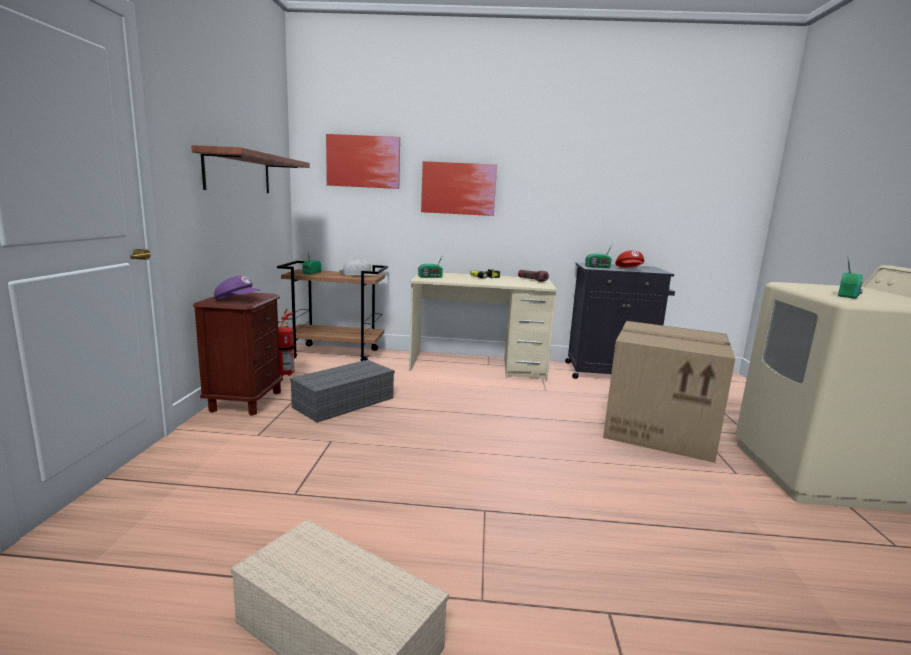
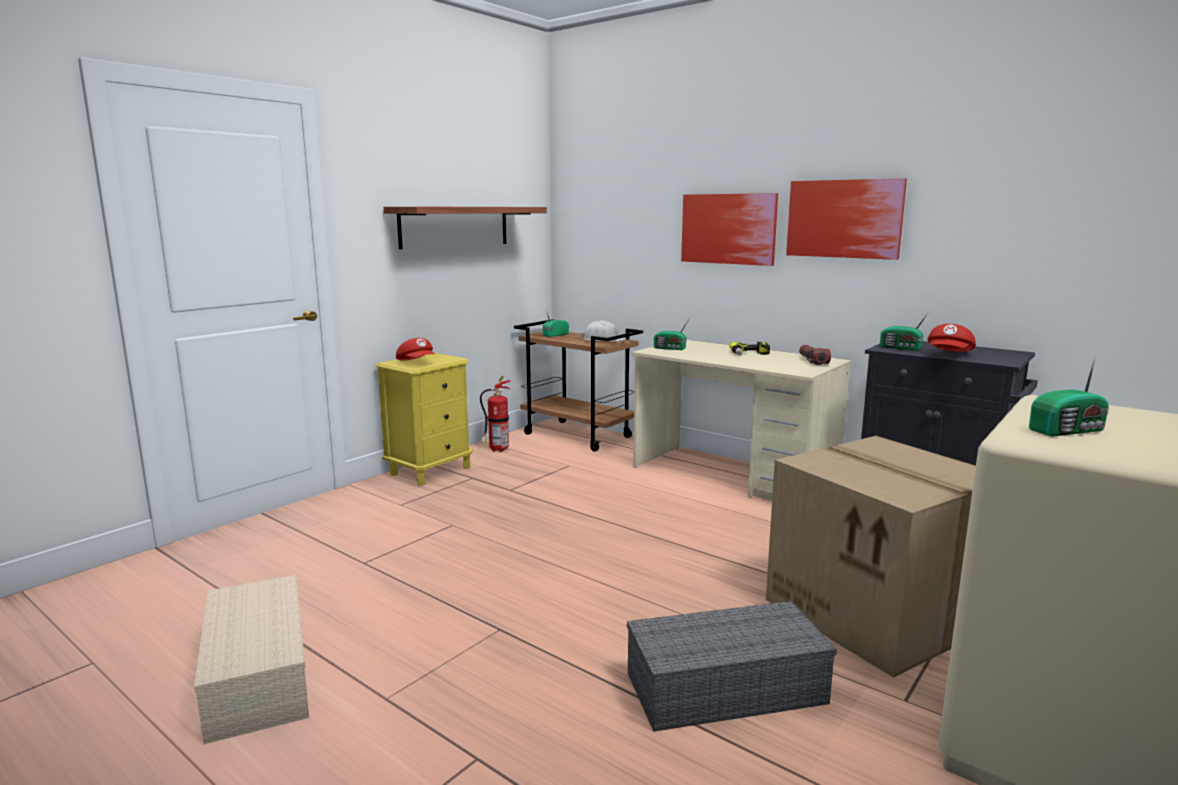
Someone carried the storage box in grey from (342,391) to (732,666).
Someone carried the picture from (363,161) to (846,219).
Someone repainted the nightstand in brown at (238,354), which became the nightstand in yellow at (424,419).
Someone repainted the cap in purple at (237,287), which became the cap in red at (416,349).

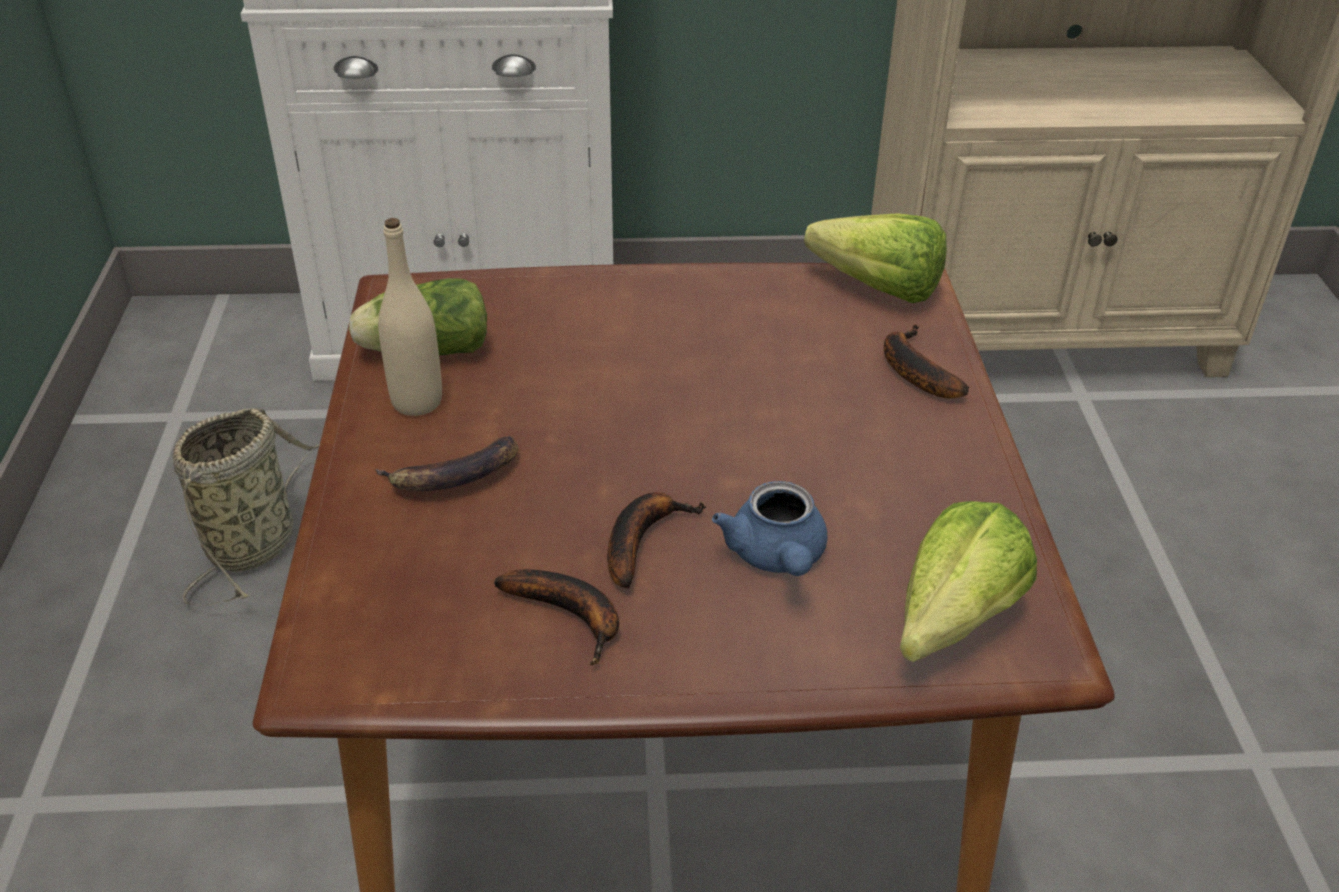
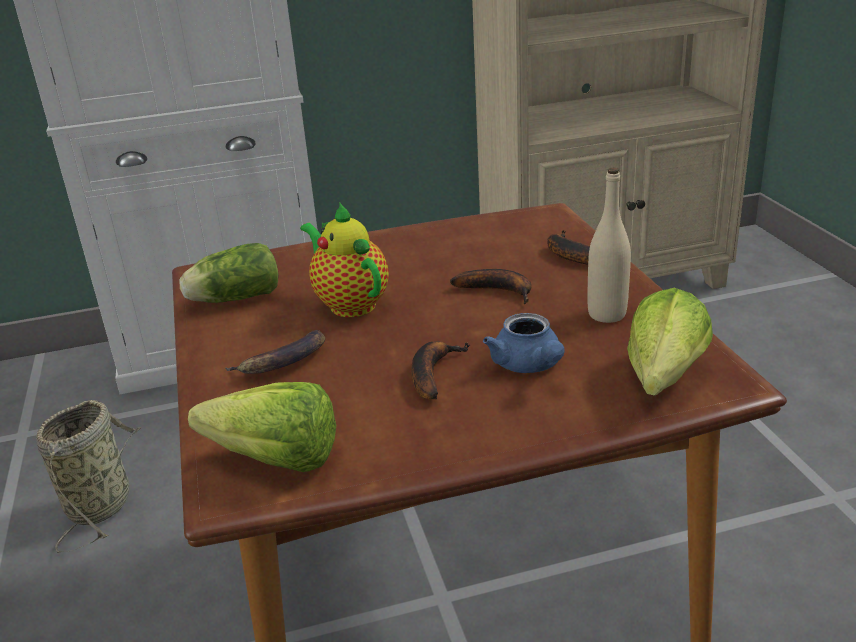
Someone put down the teapot at (344,259).
Someone carried the bottle in beige from (410,317) to (609,245).
Someone carried the banana from (556,617) to (490,286).
Someone carried the lettuce from (875,258) to (262,427).

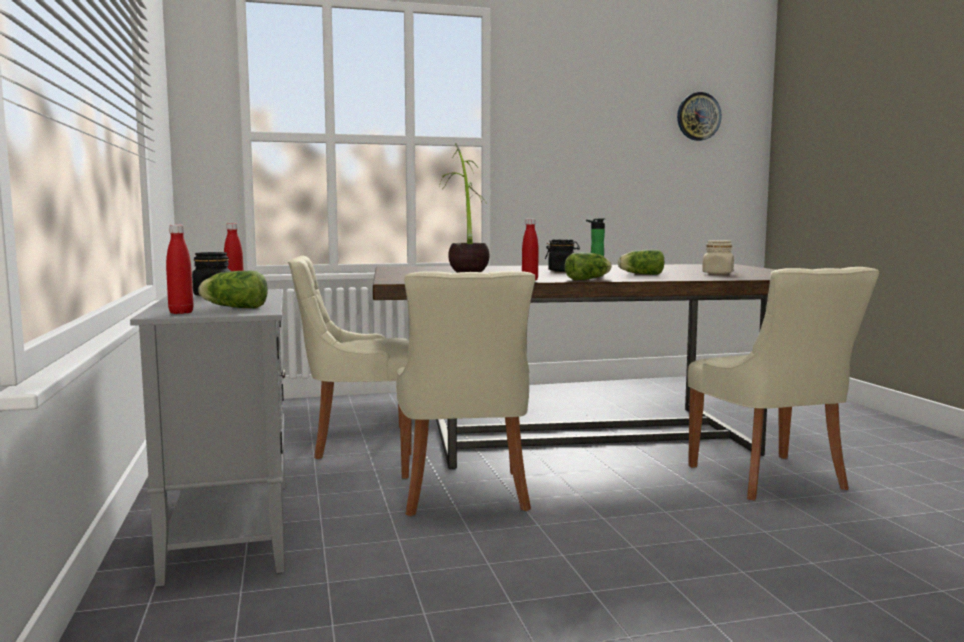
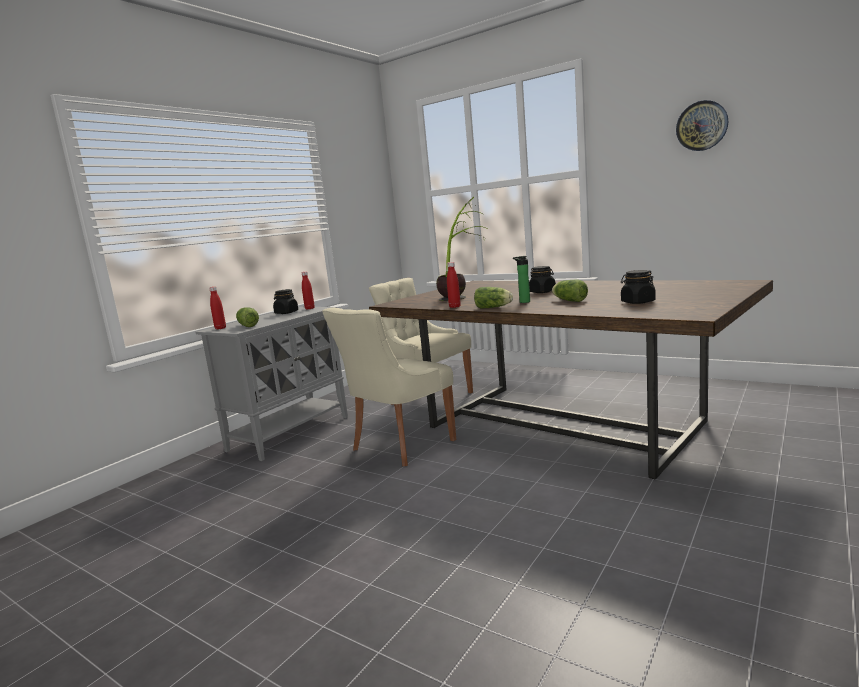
Someone took away the chair in beige at (783,384).
Someone carried the wall clock from (699,116) to (702,125).
Someone repainted the jar in beige at (718,257), which became the jar in black at (638,287).

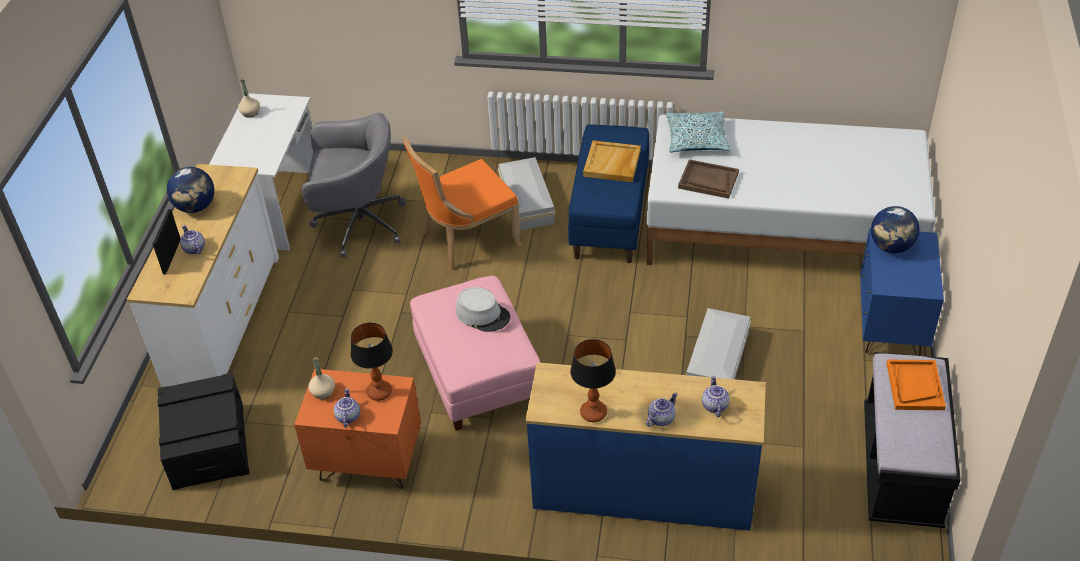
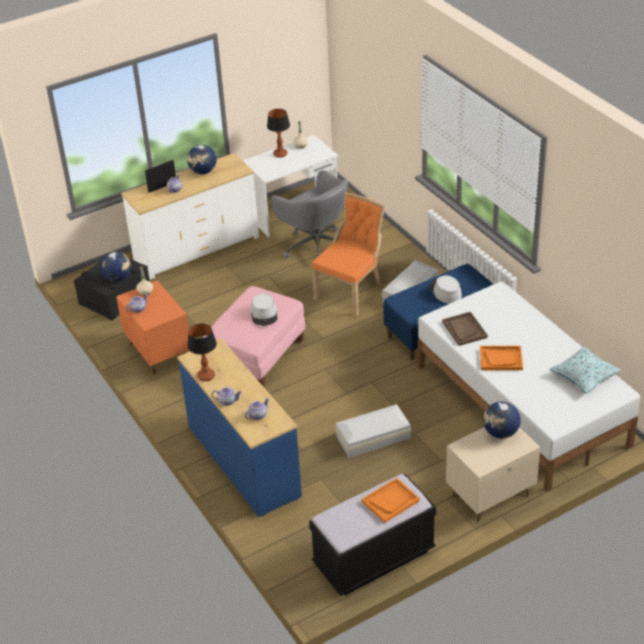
Someone put down the globe at (115,266).
Someone put down the tray in orange at (501,358).
Someone carried the table lamp from (371,361) to (278,133).
Someone carried the pillow from (698,132) to (585,370).
Someone swapped the tray in beige at (612,161) for the hat in grey at (445,289).
Someone repainted the nightstand in blue at (902,292), which became the nightstand in beige at (493,474).
Someone rotated the chair in orange at (462,203) by 105 degrees clockwise.

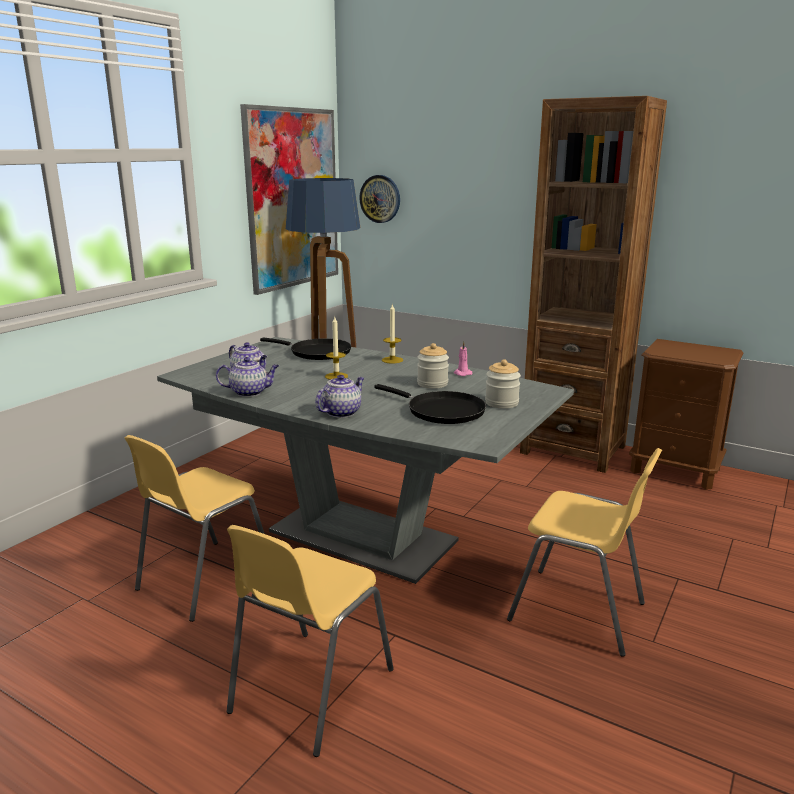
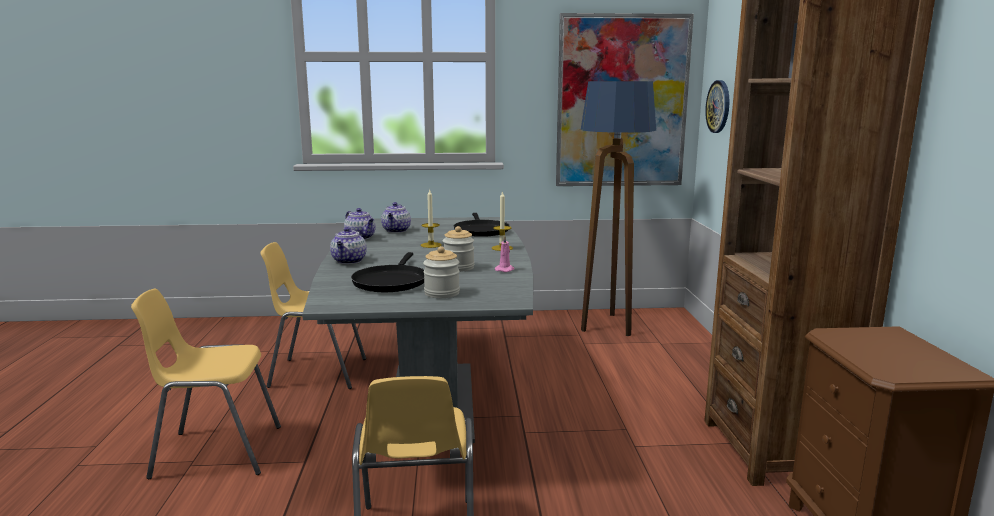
Someone rotated the teapot at (339,396) by 90 degrees clockwise.

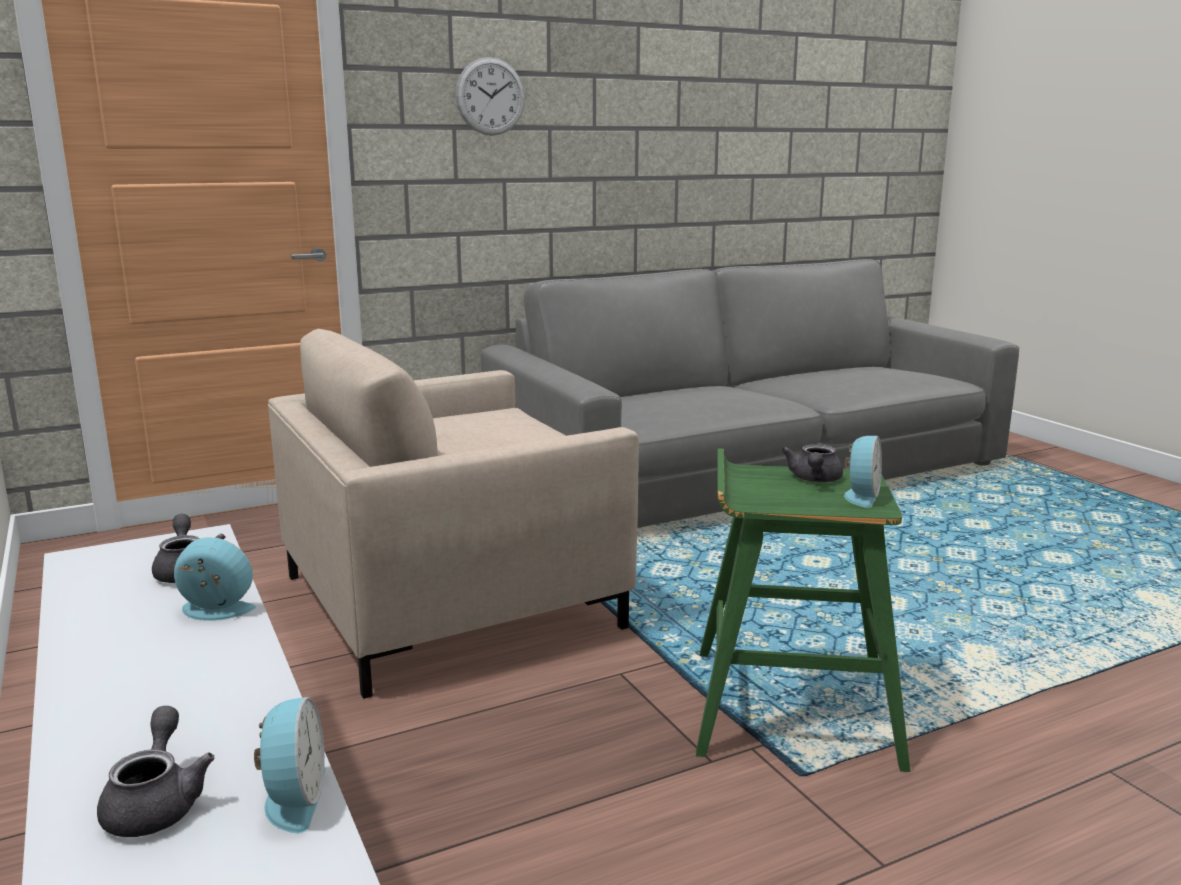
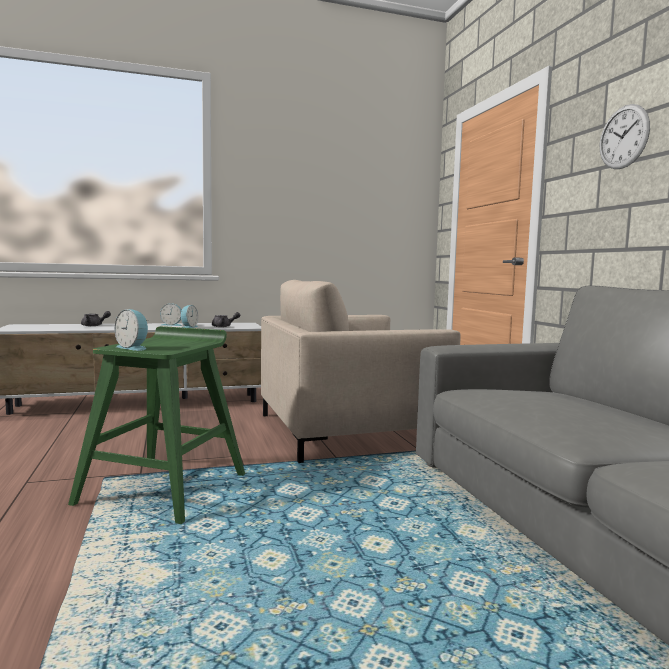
Someone took away the teapot in grey at (812,463).
Someone carried the alarm clock from (290,765) to (171,314).
Someone rotated the armchair in beige at (453,514) by 90 degrees counterclockwise.

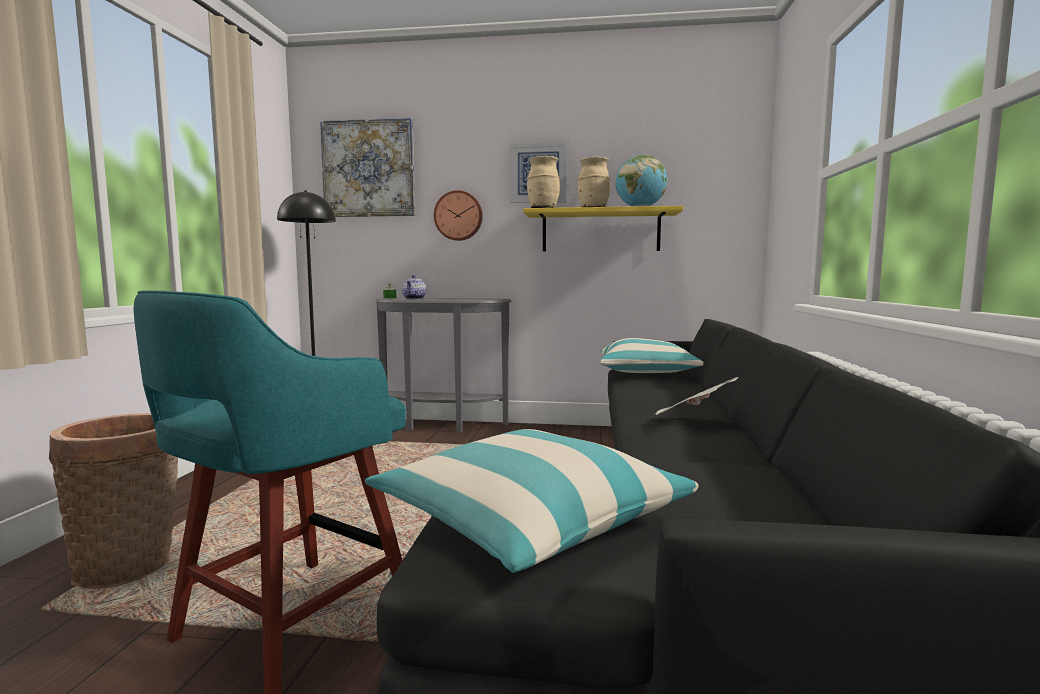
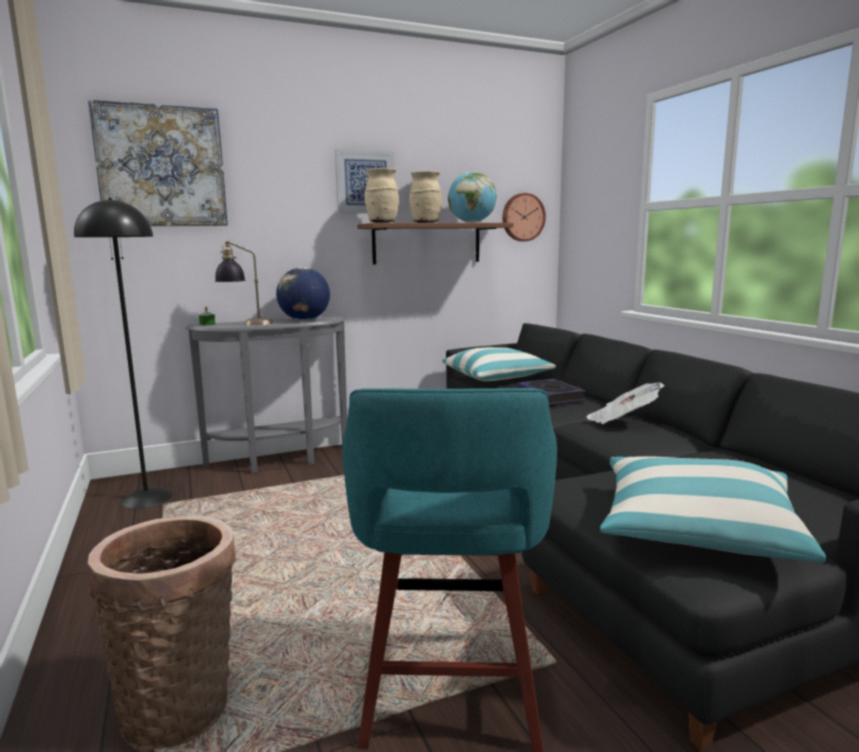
Someone put down the globe at (303,294).
Someone put down the book at (551,392).
Someone carried the wall clock from (458,215) to (524,217).
Someone swapped the teapot at (414,287) for the table lamp at (244,283).
Someone repainted the shelf in yellow at (603,228), which became the shelf in brown at (435,244).

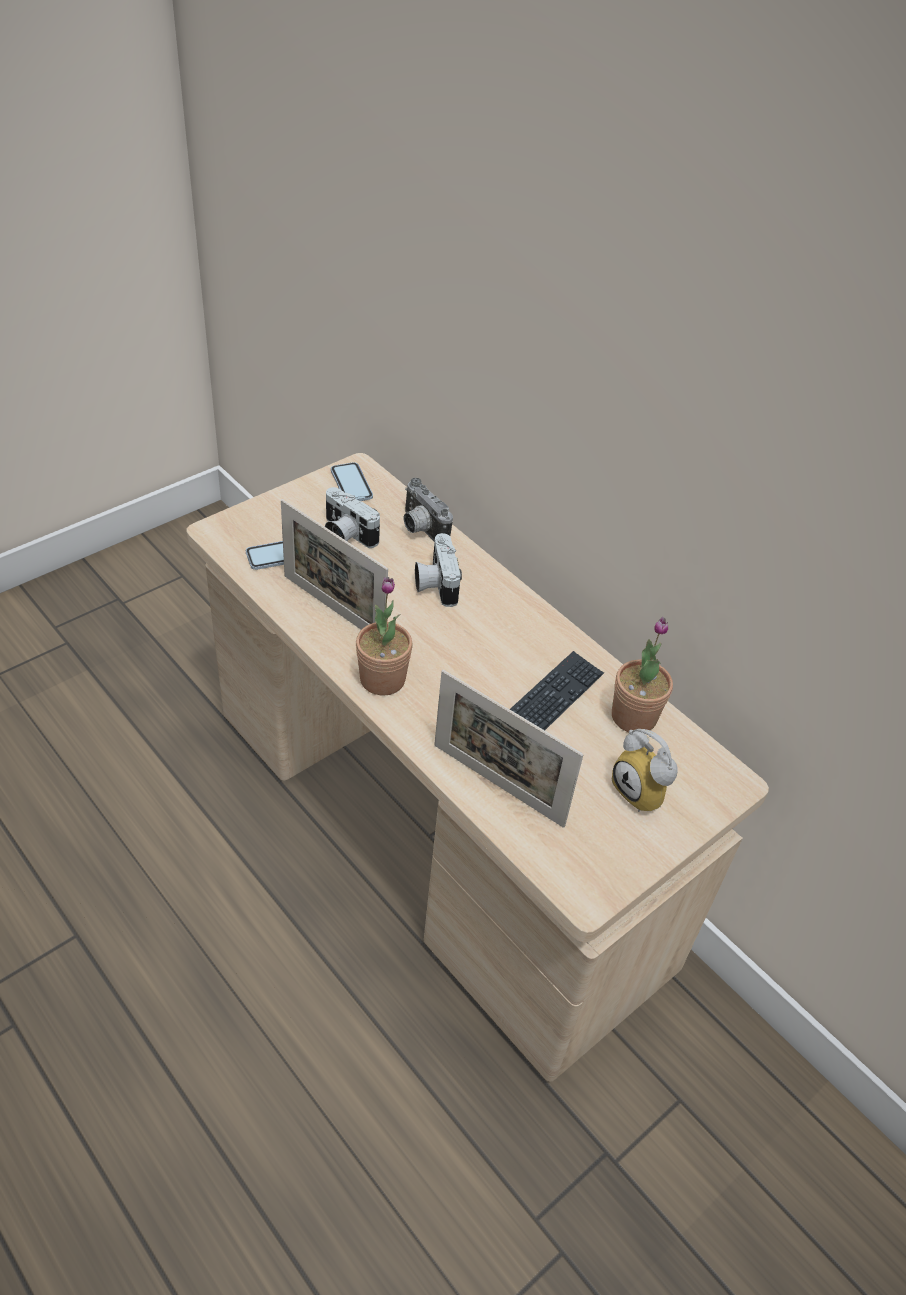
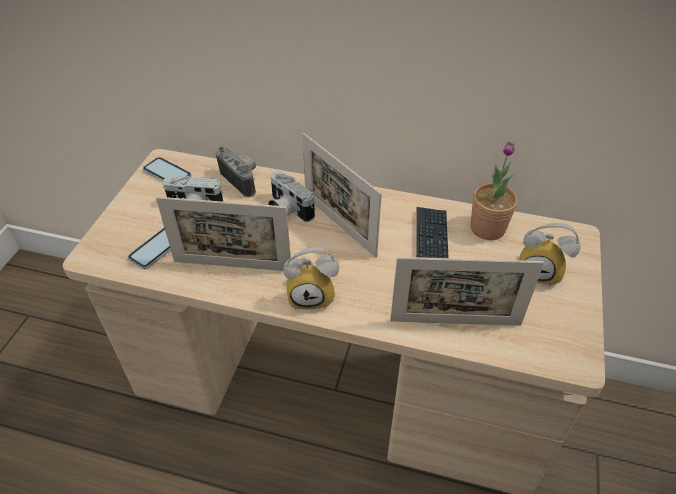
Someone put down the picture frame at (342,195).
Someone swapped the potted plant at (384,636) for the alarm clock at (311,278).
Someone rotated the photo camera at (428,509) by 150 degrees counterclockwise.

